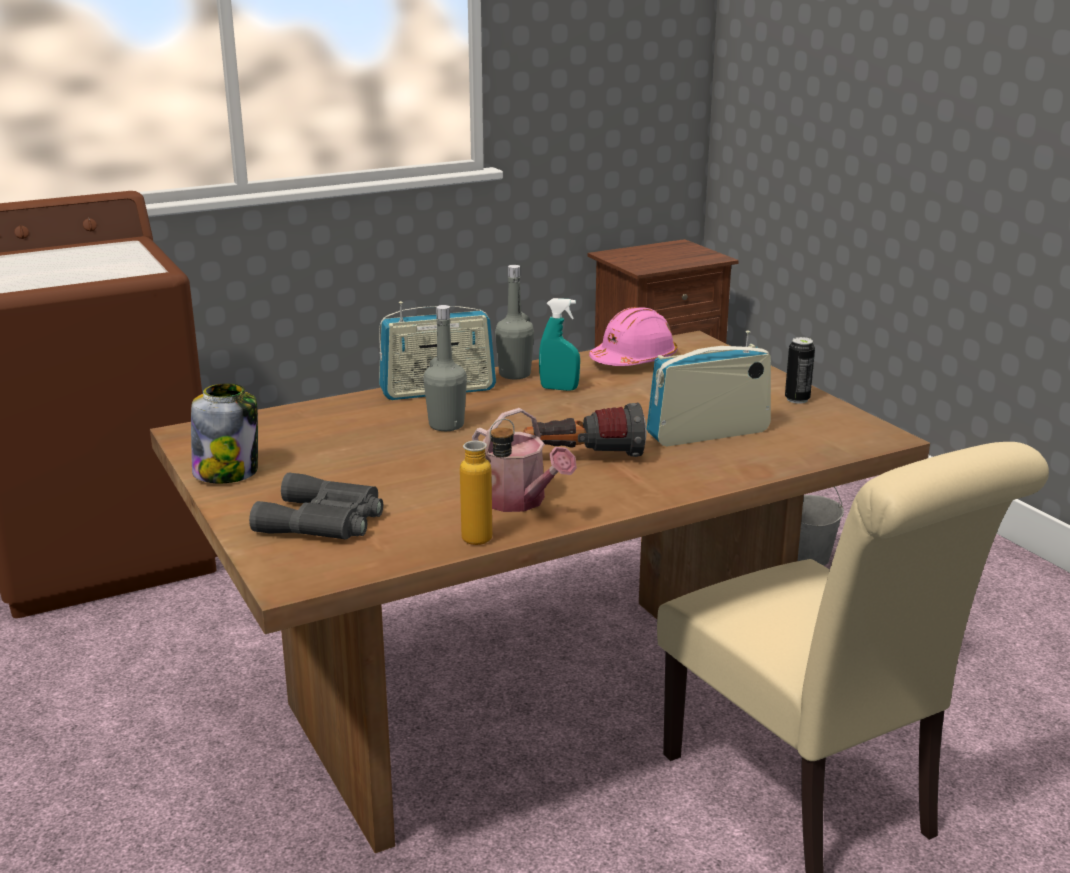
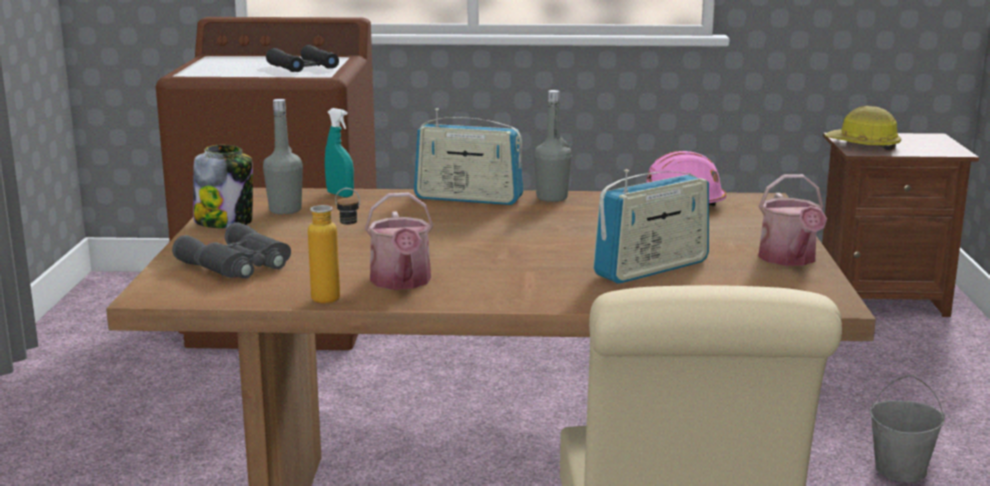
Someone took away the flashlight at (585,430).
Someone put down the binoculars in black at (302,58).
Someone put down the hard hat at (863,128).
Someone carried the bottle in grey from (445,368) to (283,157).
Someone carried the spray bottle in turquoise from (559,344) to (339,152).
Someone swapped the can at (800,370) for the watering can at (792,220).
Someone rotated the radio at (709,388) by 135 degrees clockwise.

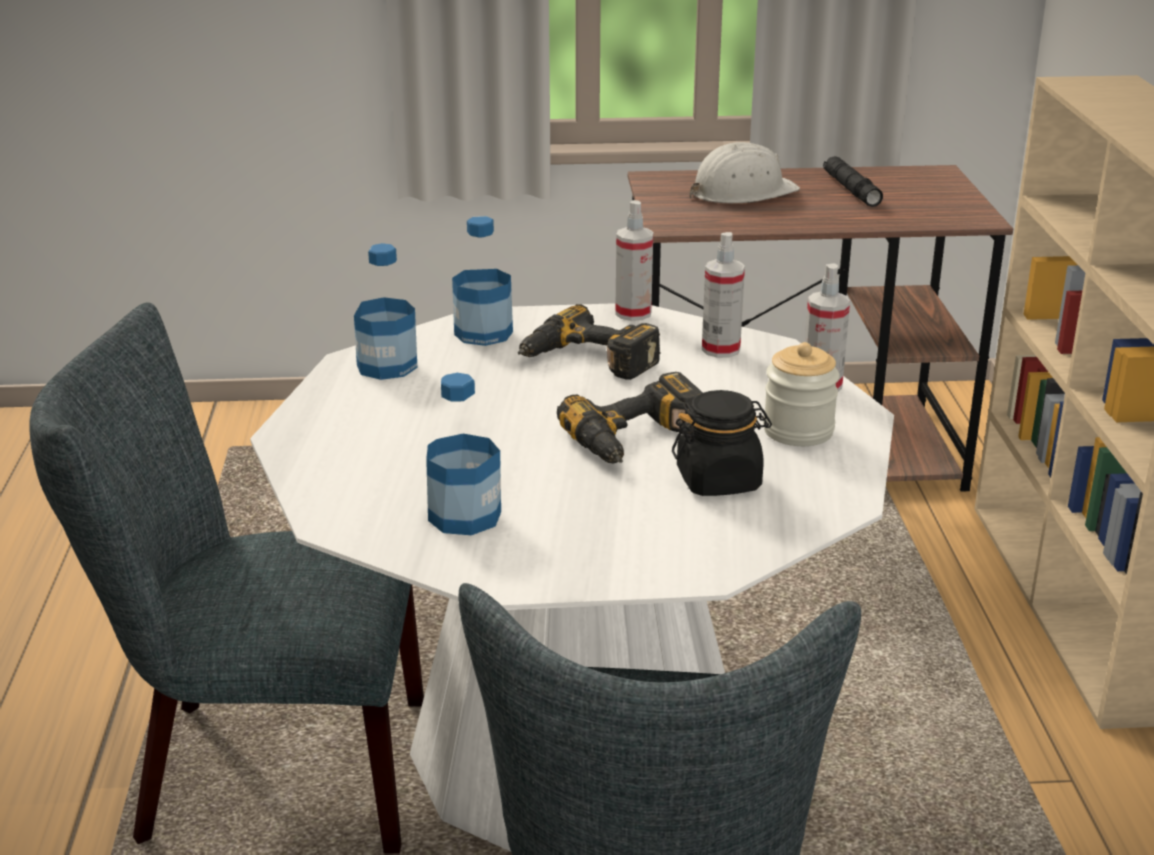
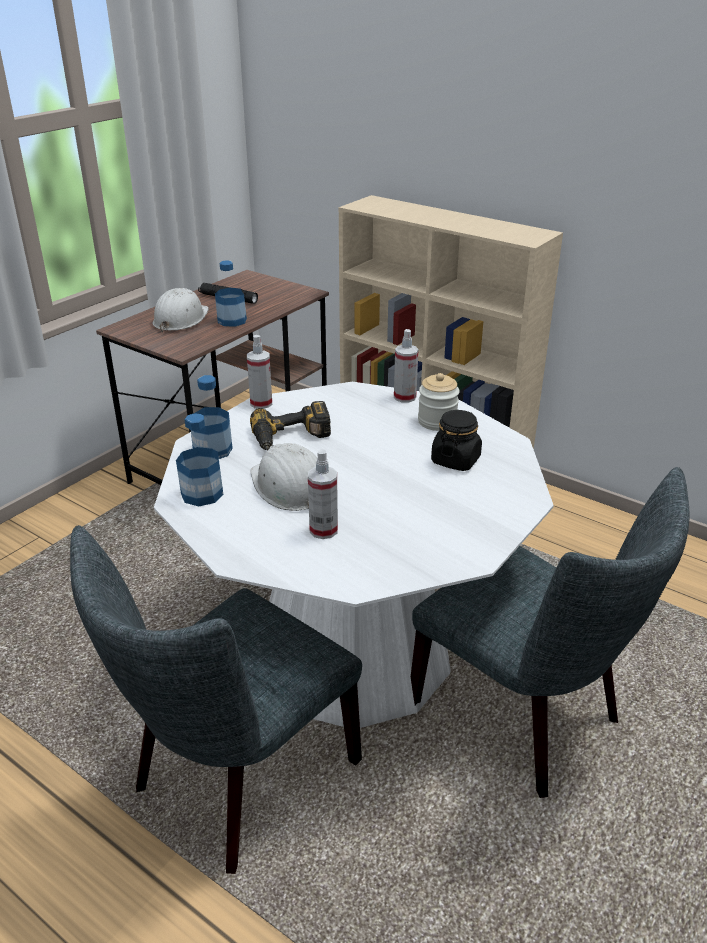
Someone took away the power drill at (630,418).
Someone put down the hard hat in white at (283,477).
Someone carried the bottle from (463,454) to (231,293).
Someone carried the spray bottle from (723,295) to (323,494).

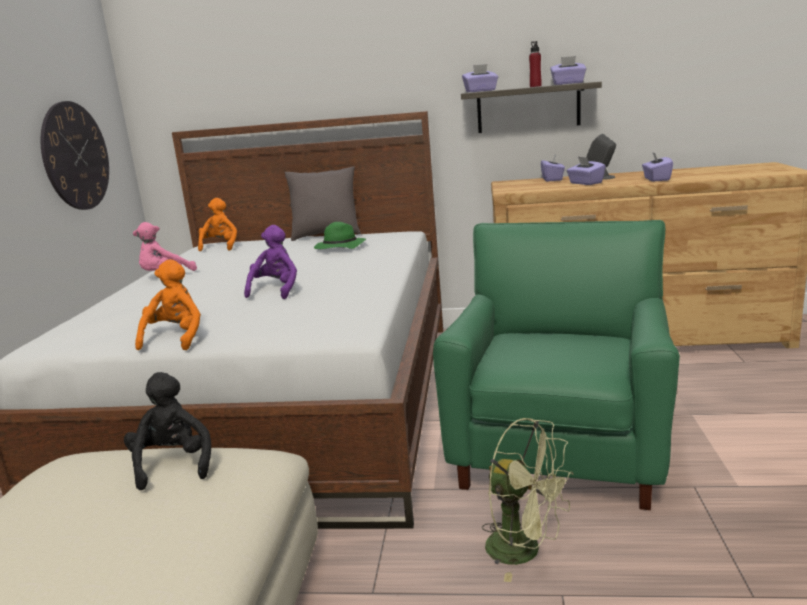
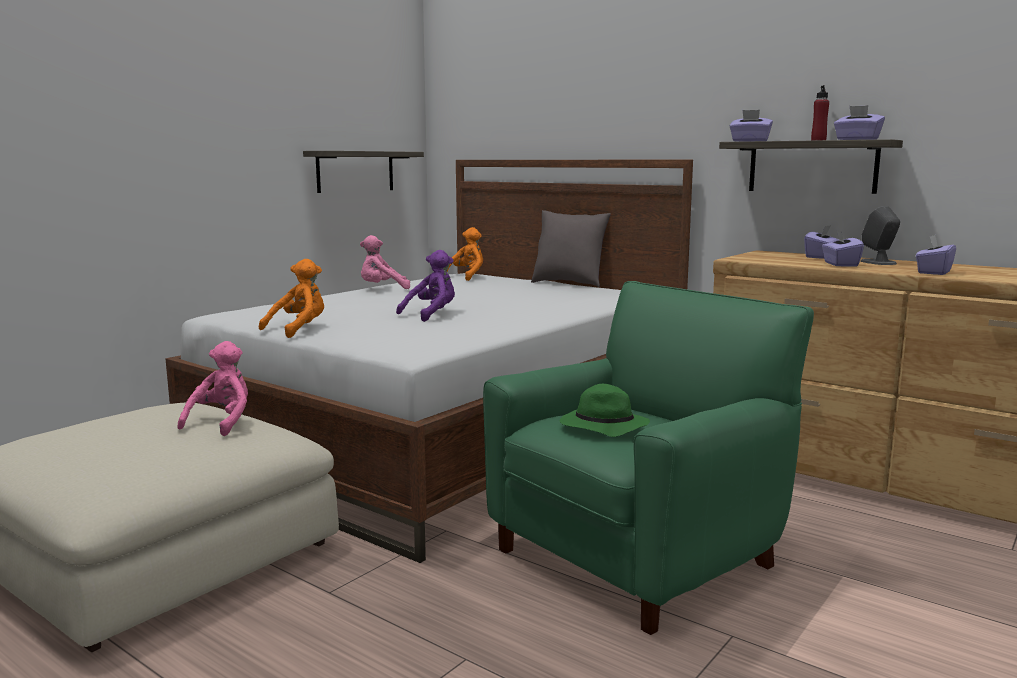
Someone took away the fan in green at (528,500).
Someone carried the hat in green from (340,235) to (605,410).
Someone swapped the wall clock at (75,155) for the shelf at (363,172).
Someone repainted the plush toy in black at (167,431), which became the plush toy in pink at (212,388).

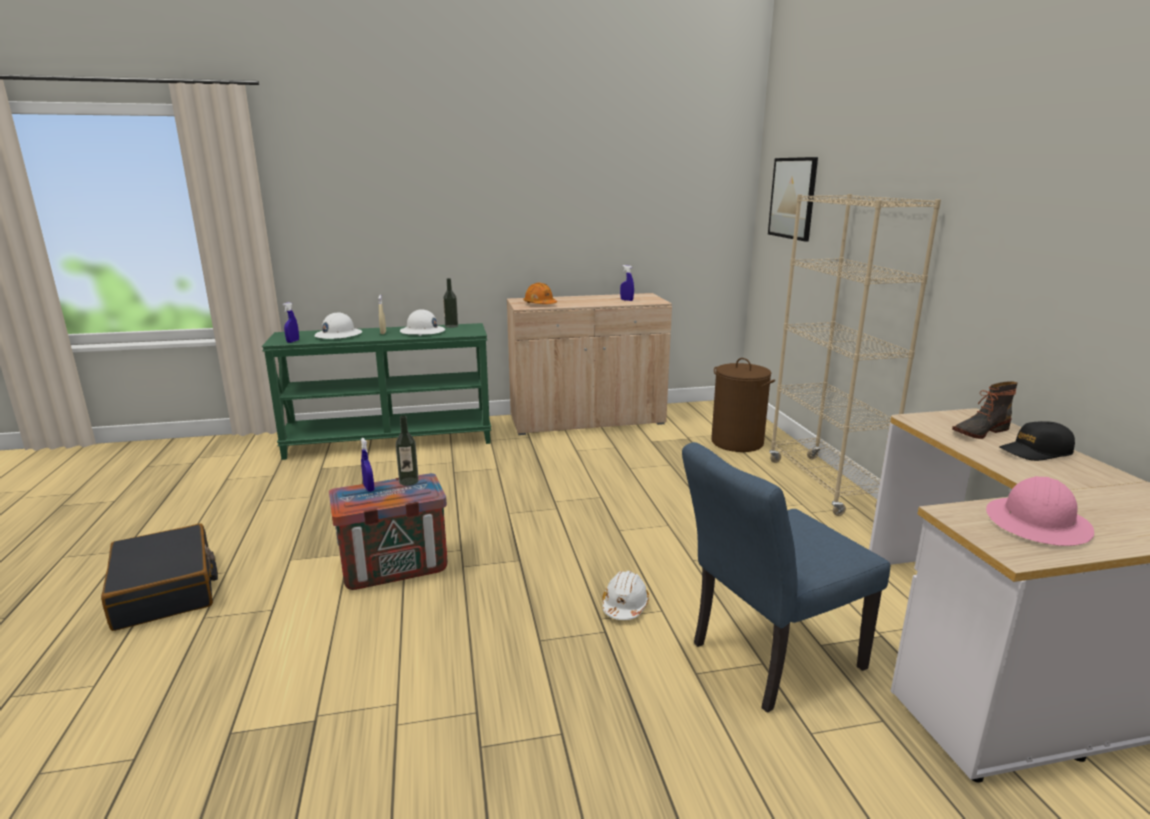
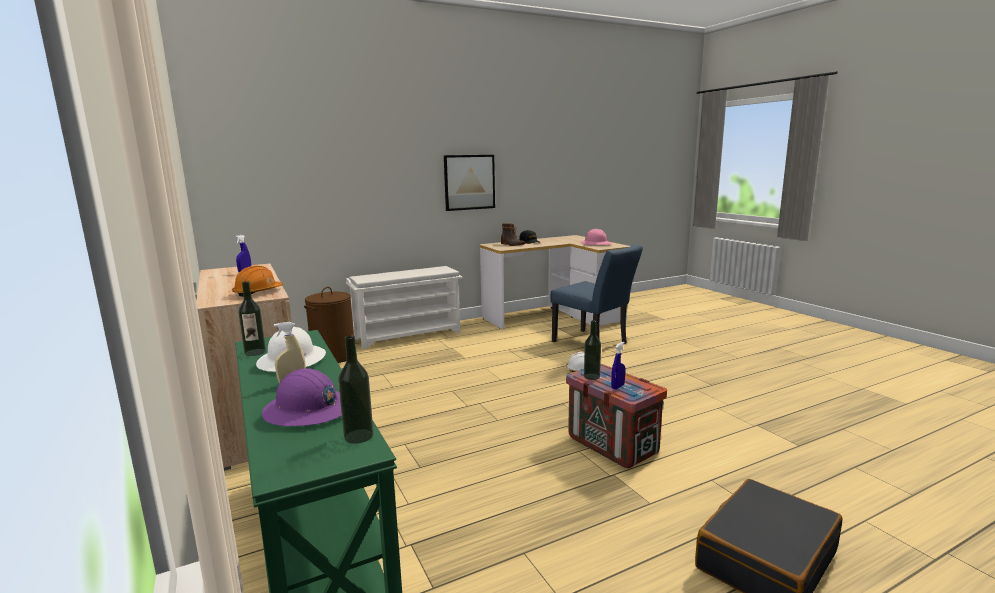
Someone carried the picture from (793,199) to (469,183).
Someone swapped the spray bottle in blue at (291,322) for the bottle at (355,389).
Someone swapped the bookcase in beige at (855,355) for the shoe rack in white at (404,307).
Someone repainted the hard hat in white at (338,325), which became the hard hat in purple at (302,397).

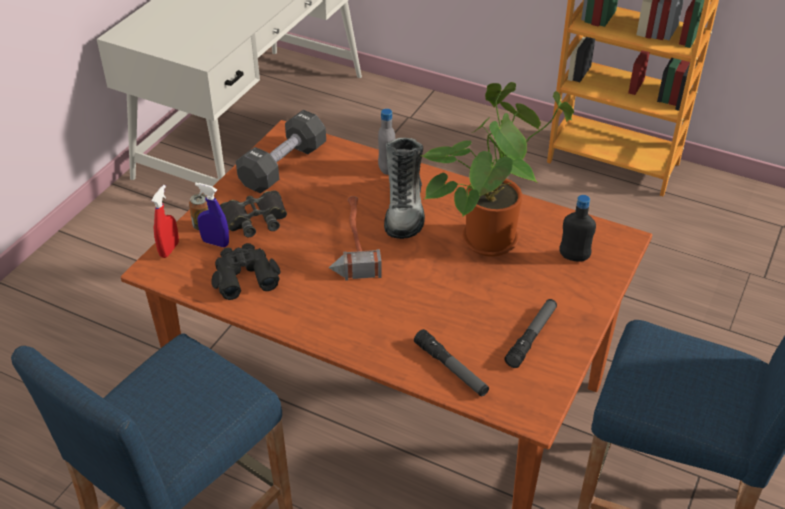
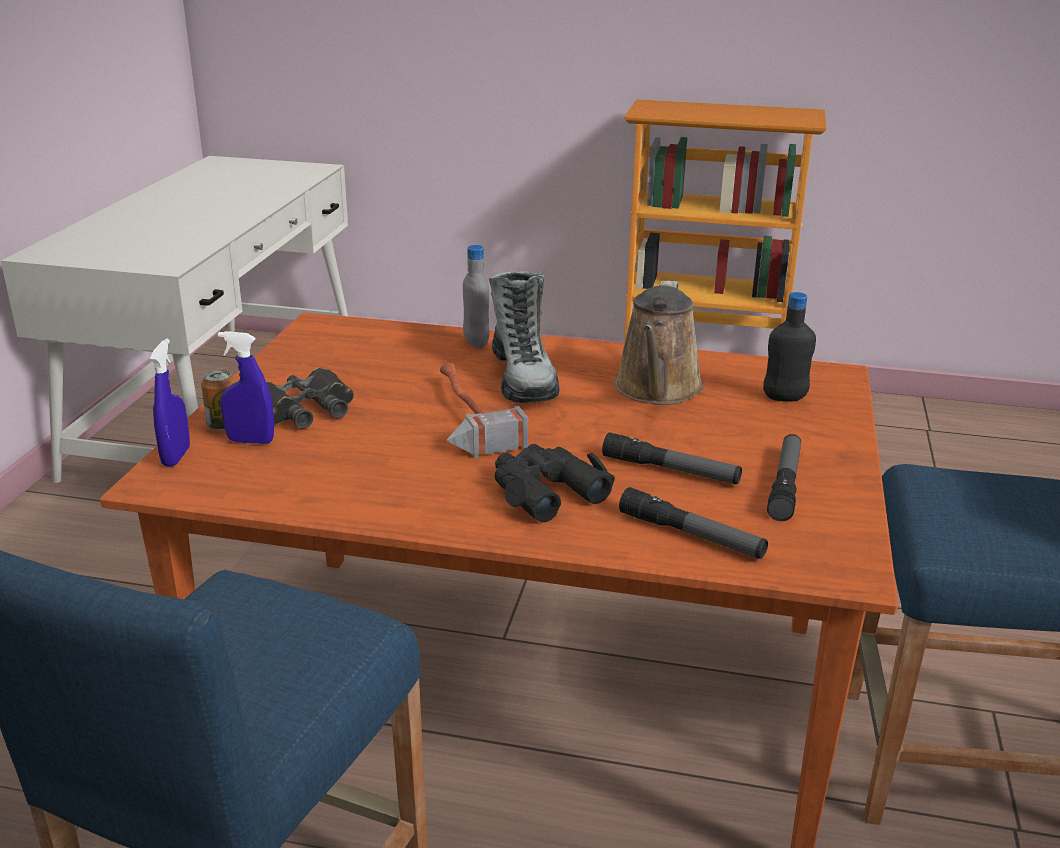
Someone took away the dumbbell in black at (281,151).
Someone put down the flashlight at (672,458).
Someone carried the binoculars in black from (246,271) to (555,483).
Someone swapped the potted plant at (497,169) for the watering can in brown at (659,343).
Someone repainted the spray bottle in red at (165,221), which became the spray bottle in blue at (170,403).

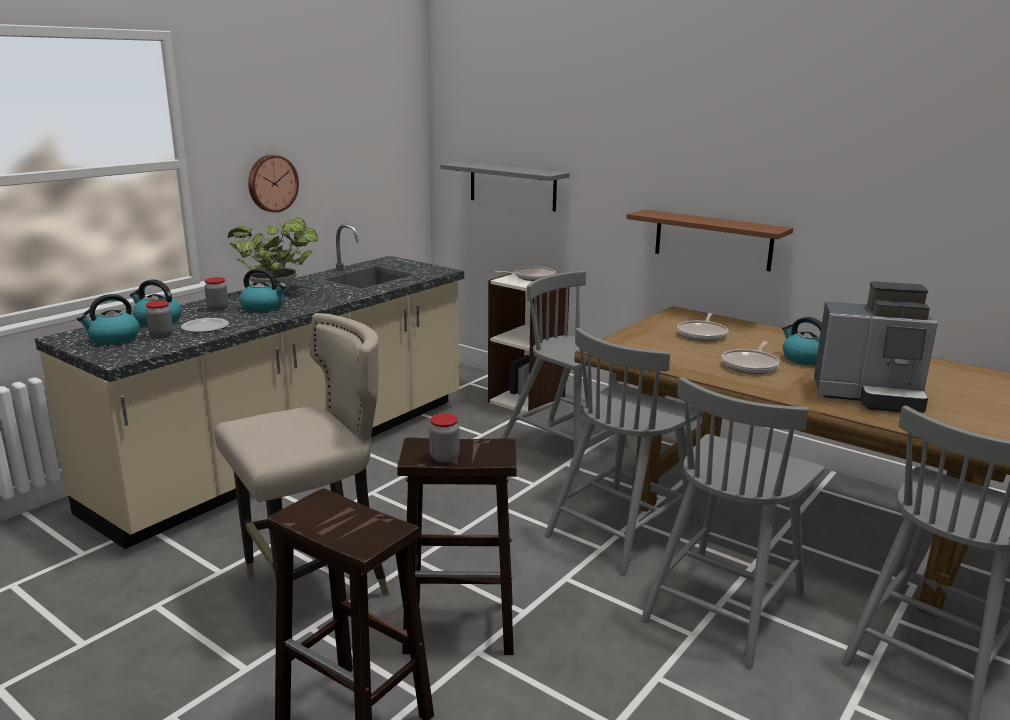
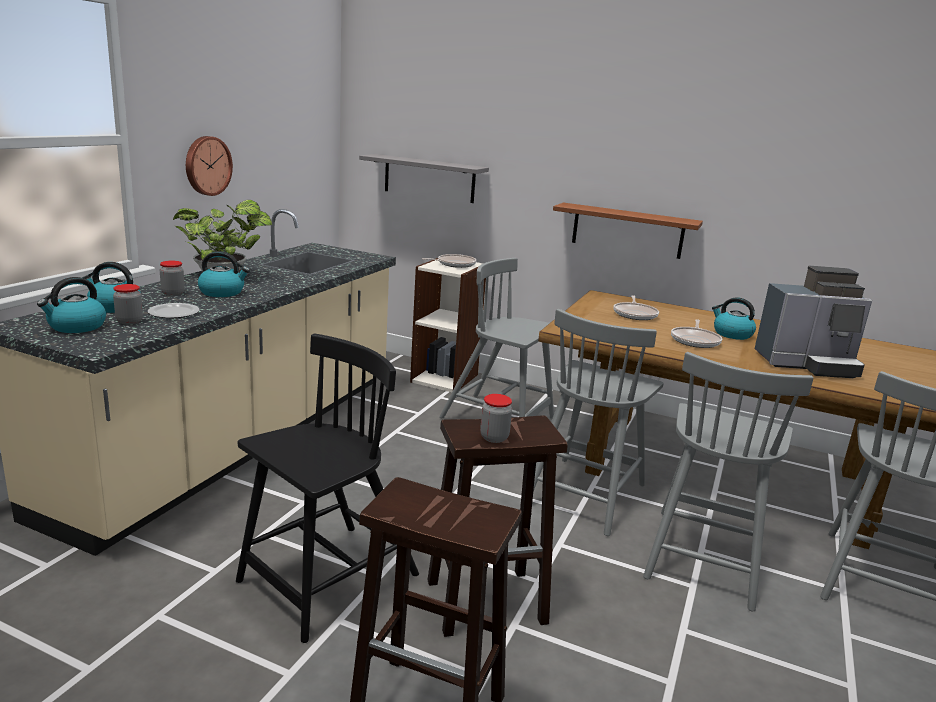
Someone swapped the stool in beige at (301,454) for the chair in black at (327,488).

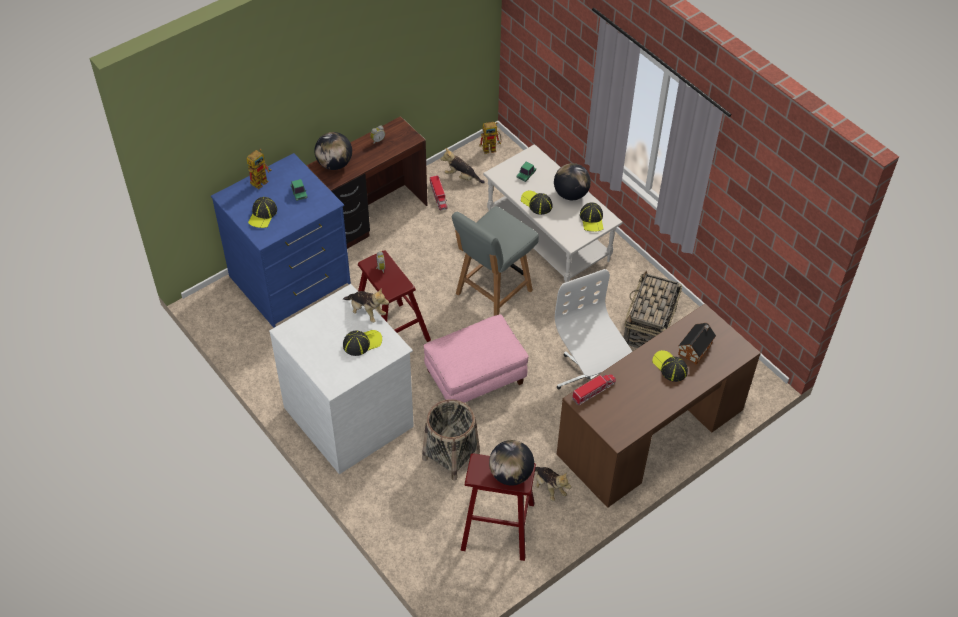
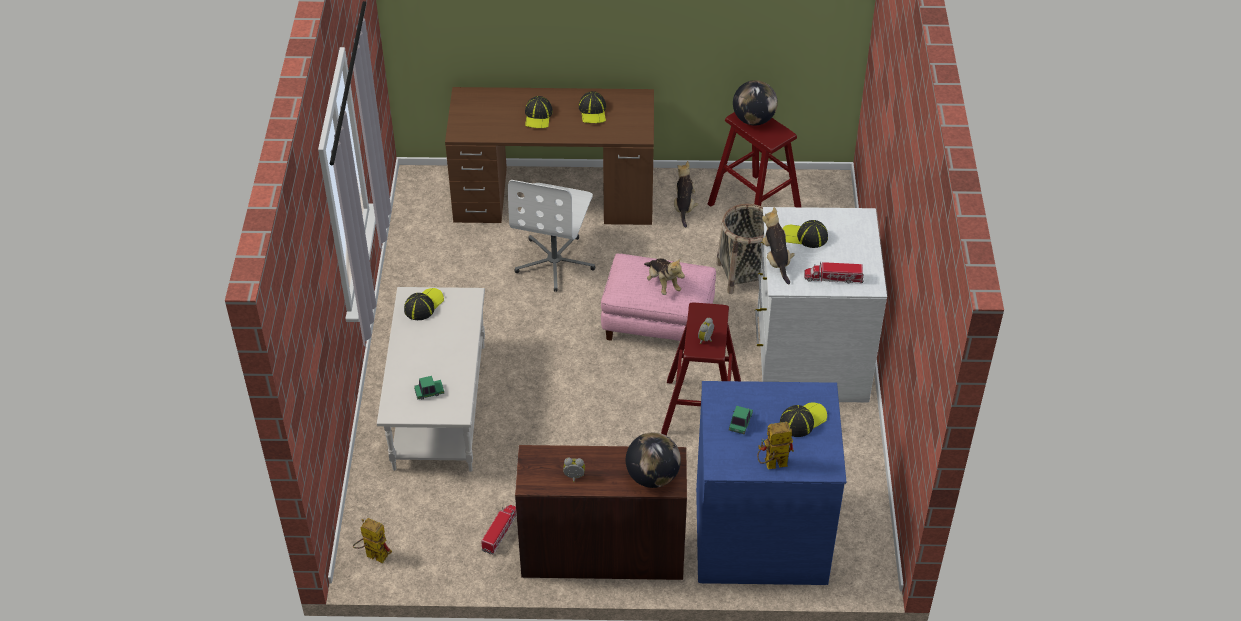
Someone took away the chair in grey at (495,261).
Someone took away the globe at (572,181).
Someone took away the basket at (652,309).
Someone took away the toy house at (697,343).
Someone carried the plush toy from (462,165) to (664,276).
Someone carried the cap from (536,203) to (592,107).
Someone carried the toy truck from (594,389) to (834,272).

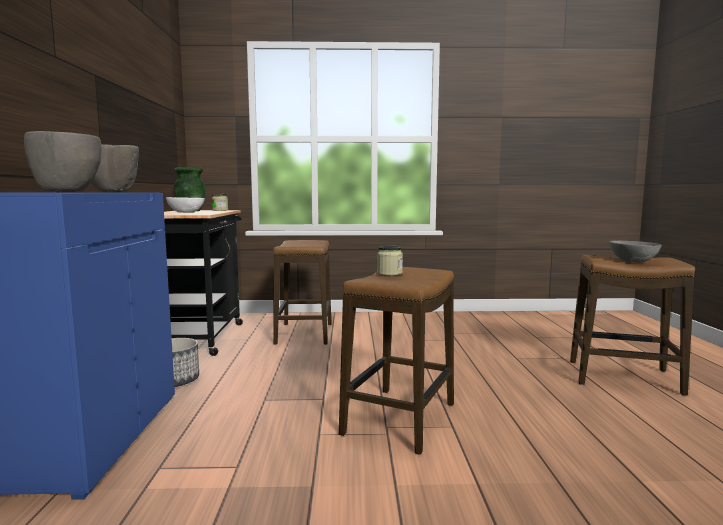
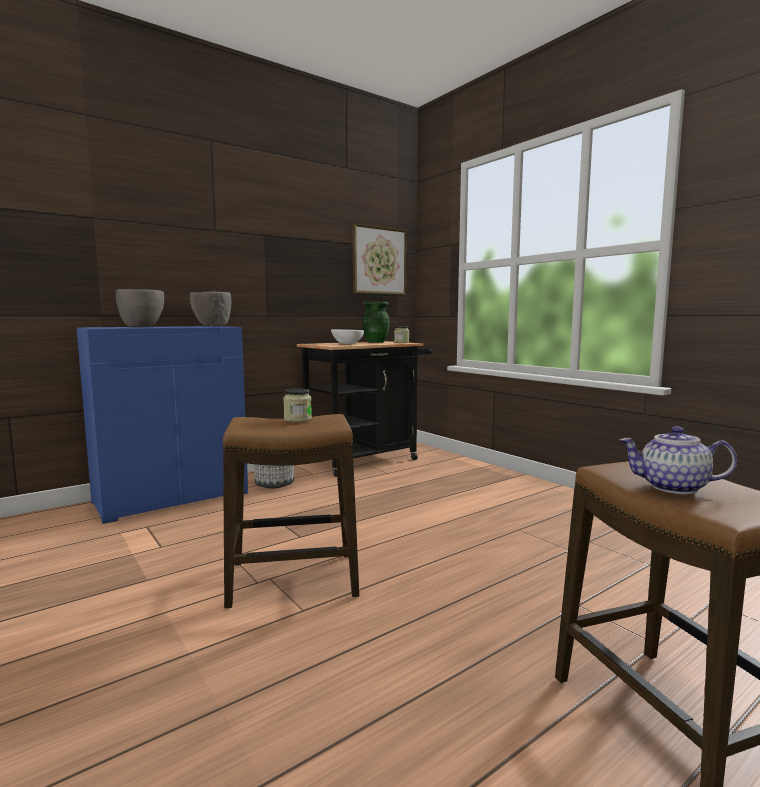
Someone took away the stool at (302,292).
Someone put up the picture at (380,259).
Someone swapped the bowl in grey at (636,251) for the teapot at (678,460).

